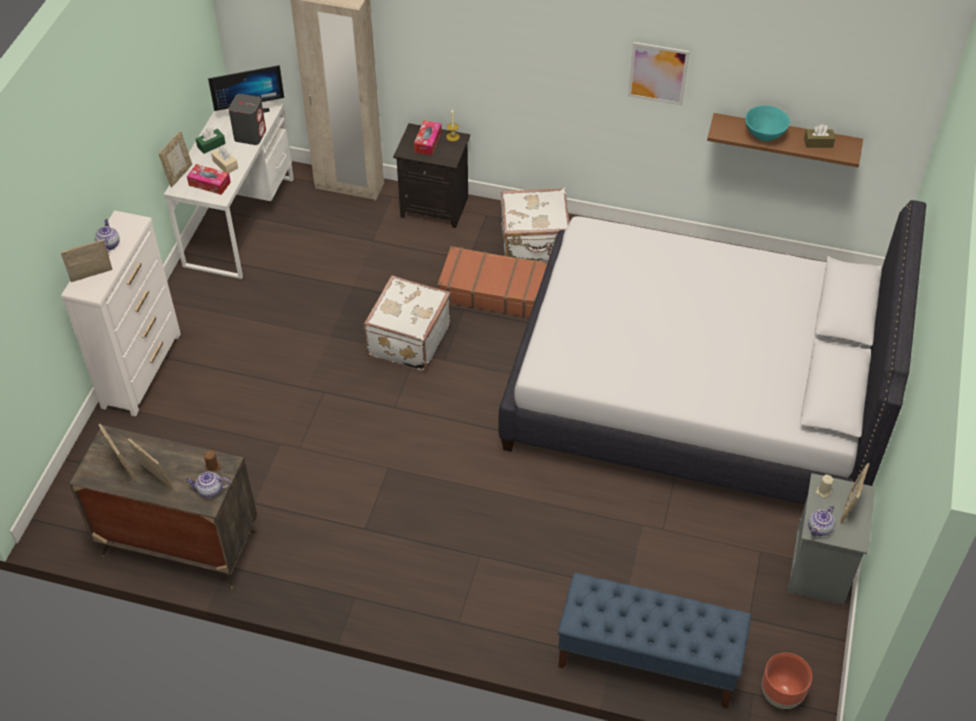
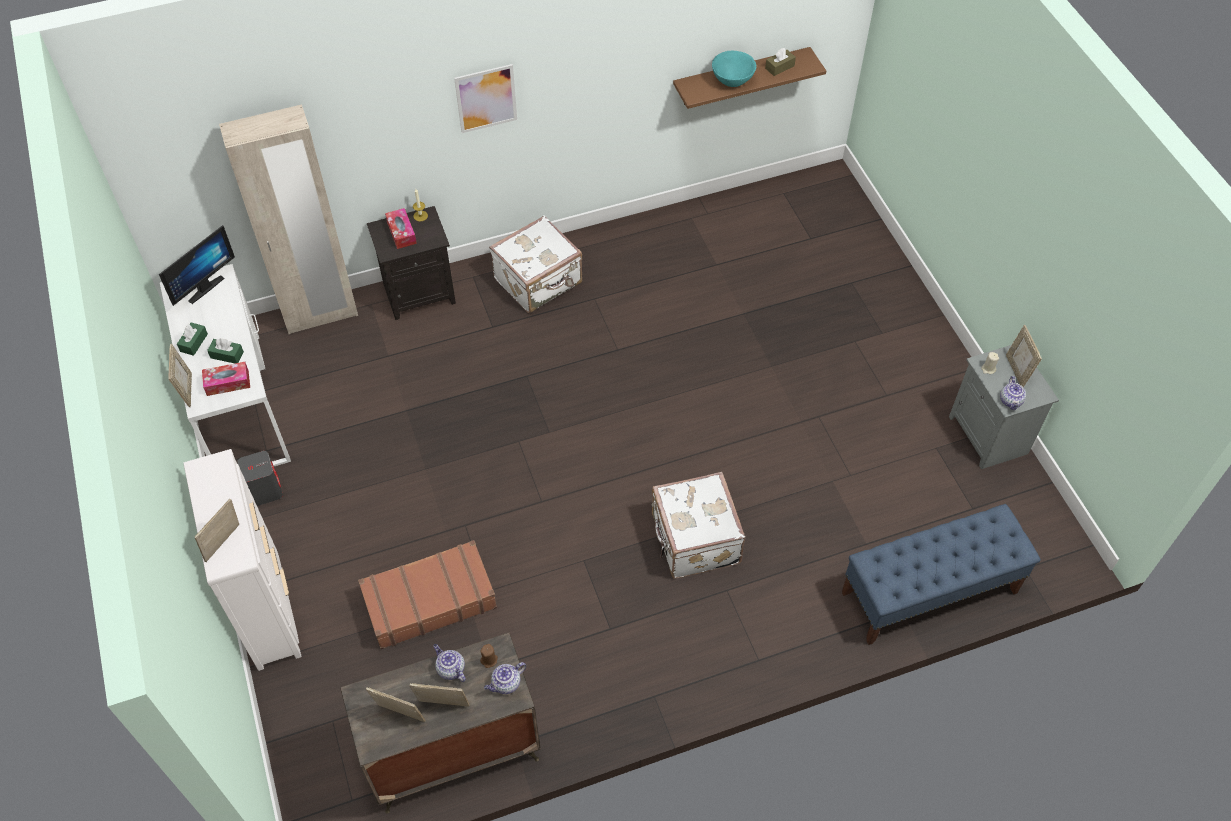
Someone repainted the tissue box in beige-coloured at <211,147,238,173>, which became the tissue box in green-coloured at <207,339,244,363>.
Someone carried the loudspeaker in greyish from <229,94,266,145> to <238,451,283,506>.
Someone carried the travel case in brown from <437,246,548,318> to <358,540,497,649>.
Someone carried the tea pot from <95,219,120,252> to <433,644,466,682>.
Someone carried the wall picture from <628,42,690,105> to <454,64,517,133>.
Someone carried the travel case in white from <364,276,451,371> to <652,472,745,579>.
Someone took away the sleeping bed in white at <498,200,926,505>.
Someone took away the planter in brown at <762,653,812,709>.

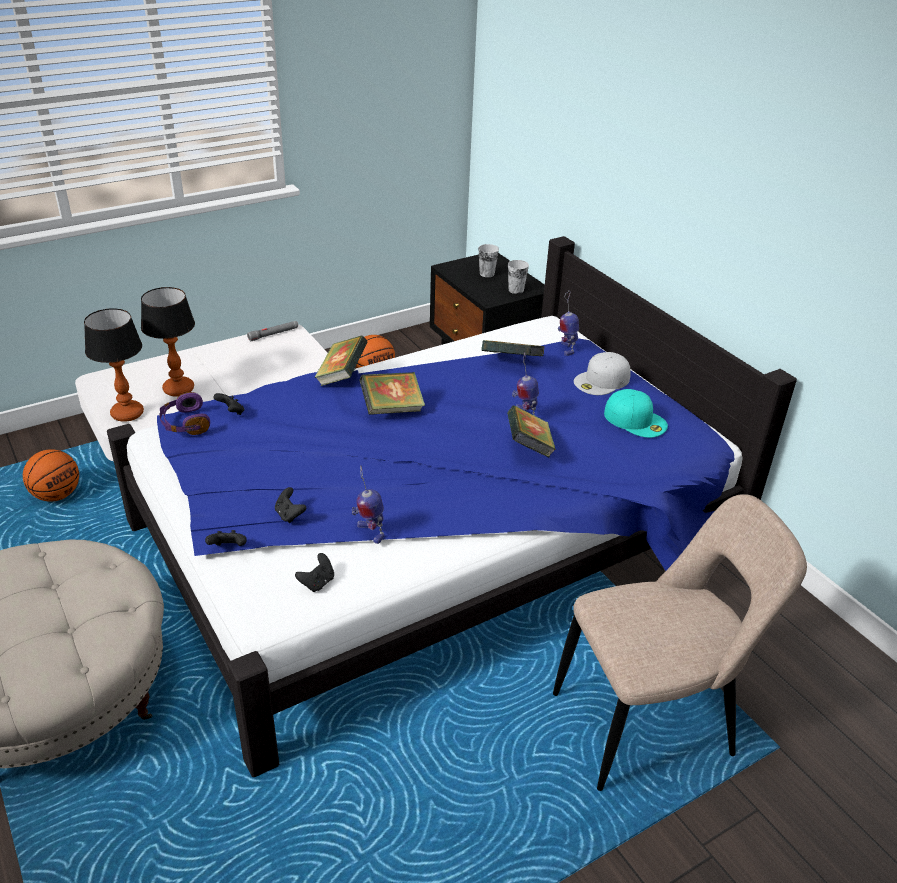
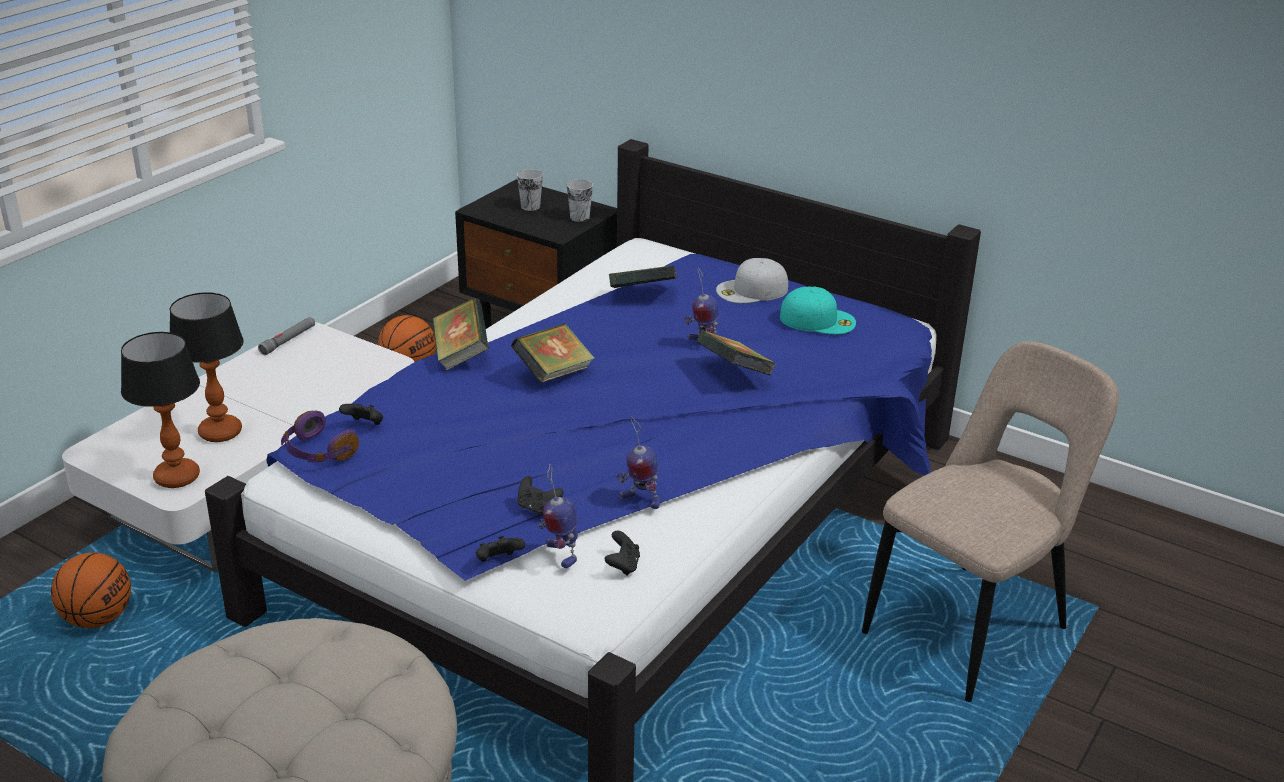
Someone carried the robot figure from <558,290,579,356> to <539,464,578,568>.
Someone rotated the baseball cap in white at <574,352,631,395> by 45 degrees clockwise.

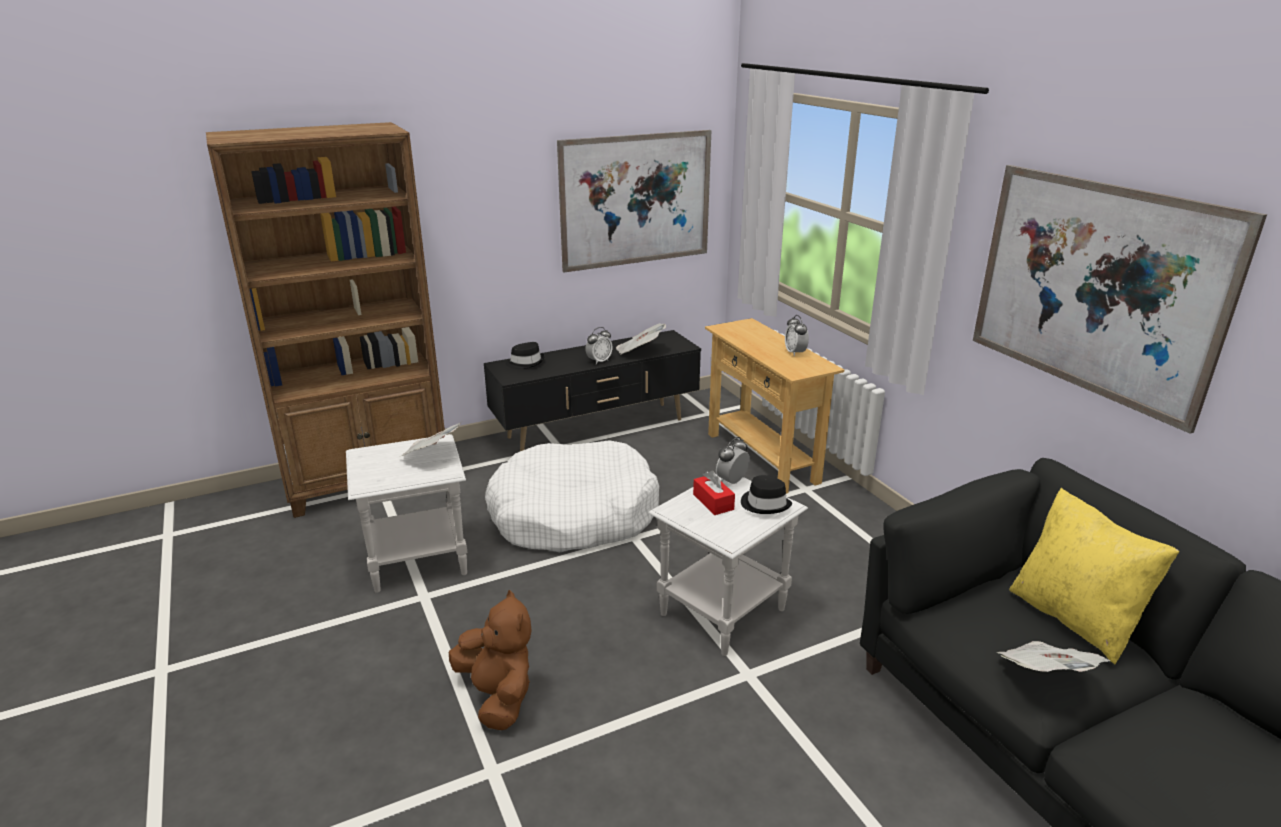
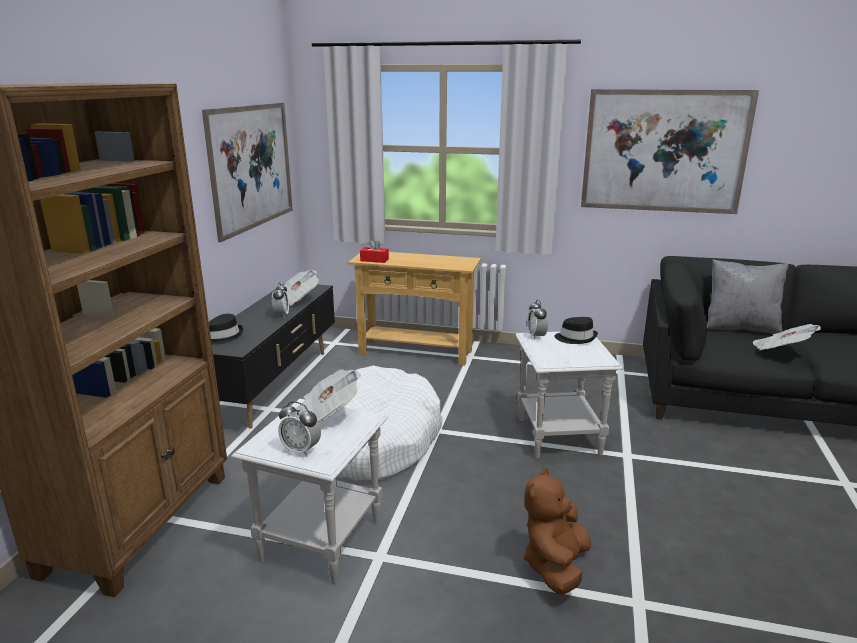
Someone carried the alarm clock from <785,315,809,356> to <278,401,321,457>.
Someone carried the tissue box in red from <693,470,735,515> to <360,239,389,263>.
Someone rotated the soft toy in brown at <449,590,532,730> by 75 degrees counterclockwise.
Someone repainted the pillow in yellow-coloured at <1009,488,1179,665>, which became the pillow in greyish at <707,259,788,333>.

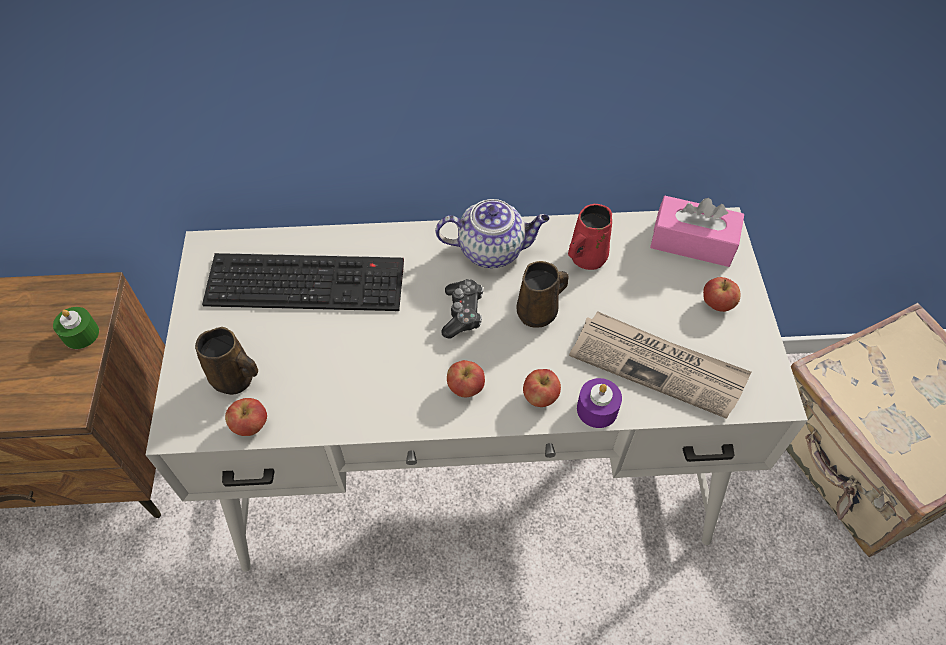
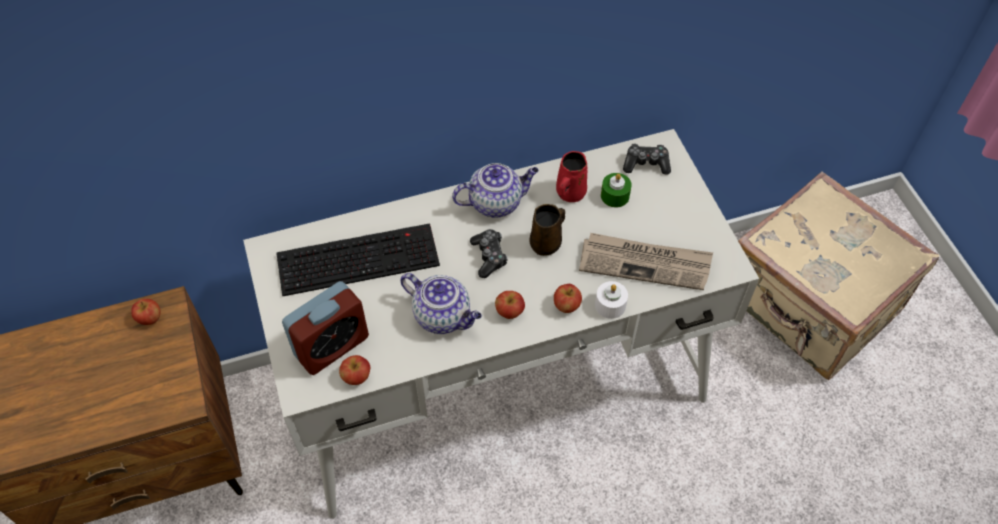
Someone carried the apple from <703,277,740,312> to <131,299,160,325>.
Someone swapped the coffee mug in brown at <195,327,258,395> for the alarm clock at <282,281,369,375>.
Someone put down the tea pot at <401,273,482,334>.
Someone repainted the wax candle in purplish at <577,378,622,428>, which became the wax candle in white at <595,281,628,319>.
Someone carried the wax candle in green-coloured from <53,307,99,349> to <601,173,632,207>.
Someone swapped the tissue box in pinkish at <650,196,744,267> for the game controller at <623,143,671,175>.

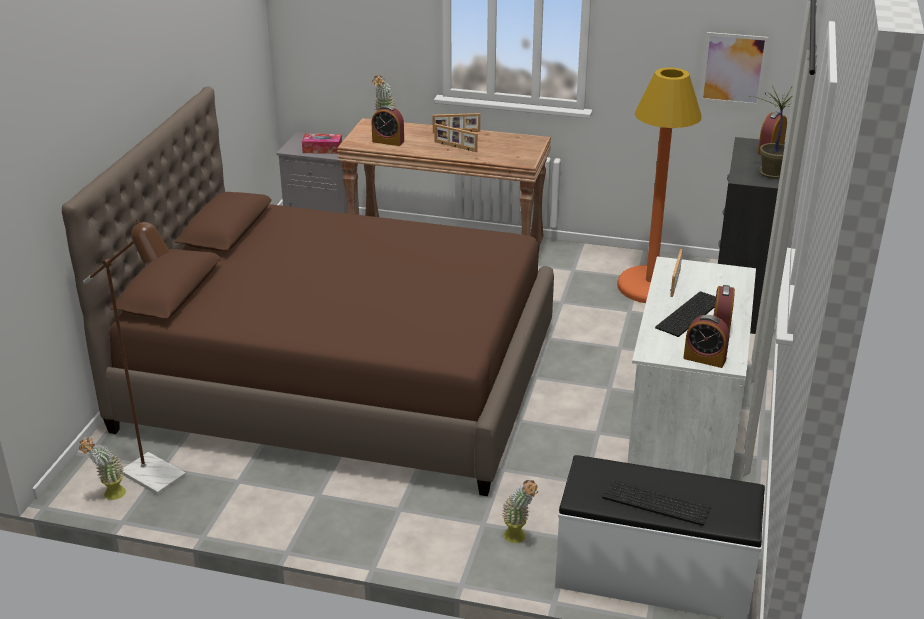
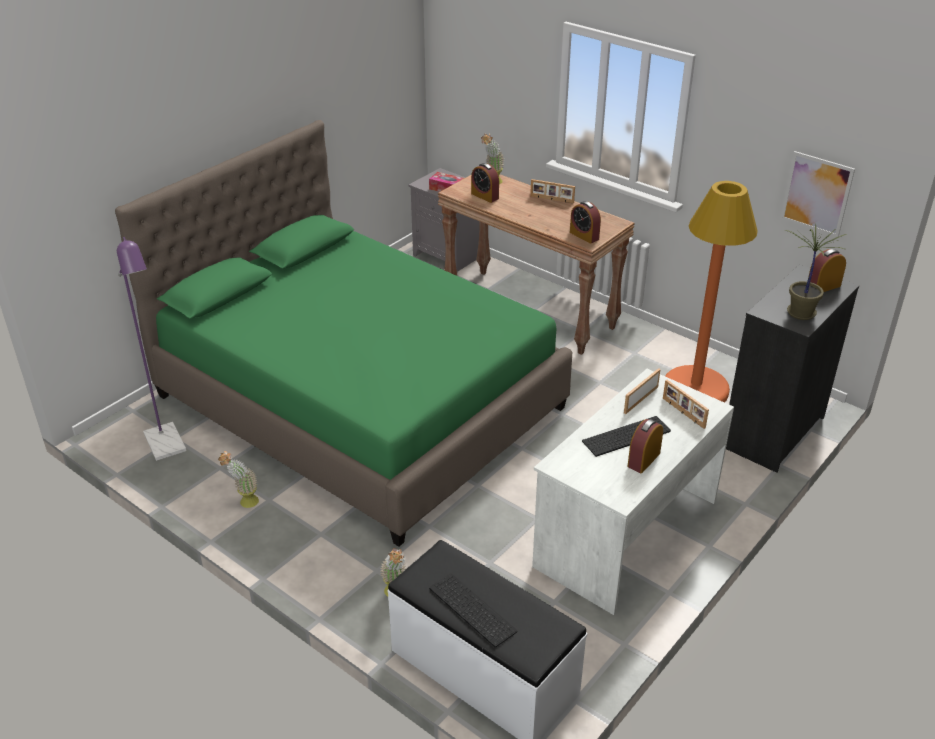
Someone repainted the sleeping bed in brown at <62,86,554,496>, which became the sleeping bed in green-coloured at <115,120,572,547>.
Someone repainted the standard lamp in brown at <83,219,186,495>, which became the standard lamp in purplish at <117,237,187,461>.
Someone carried the potted plant from <79,437,126,500> to <218,451,259,508>.
Someone carried the alarm clock from <683,315,729,368> to <570,201,601,244>.
Someone carried the standing frame from <434,123,478,152> to <663,380,709,429>.

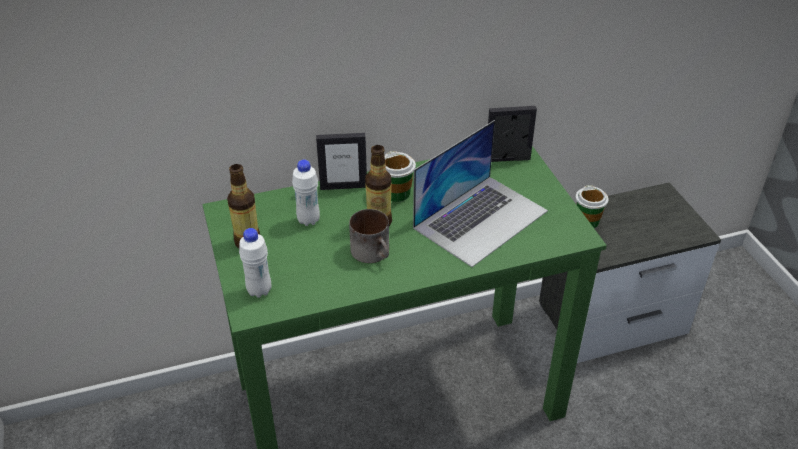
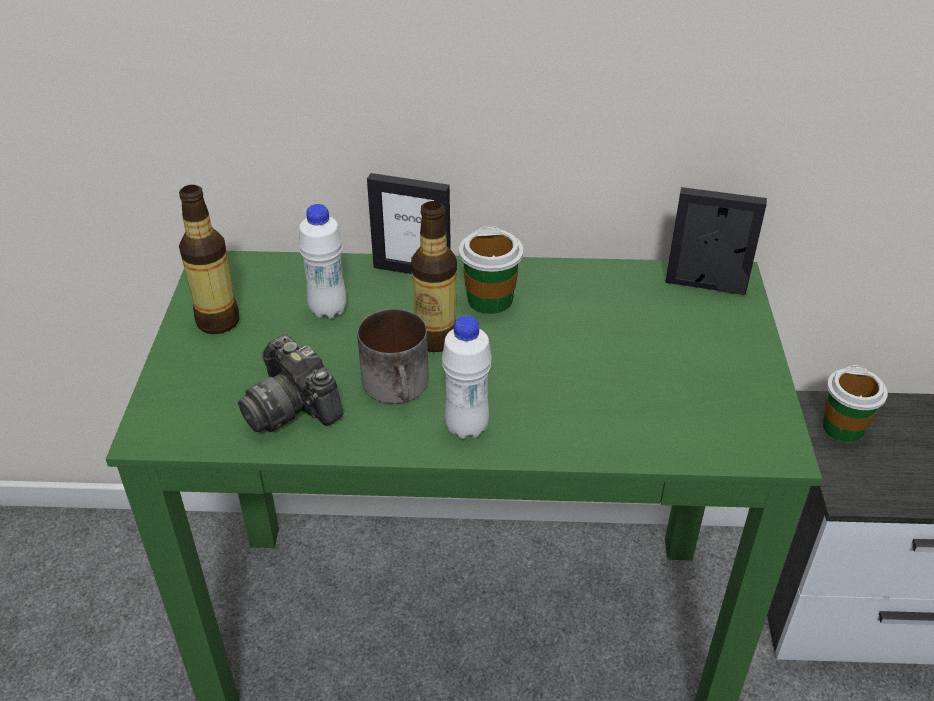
Someone put down the photo camera at <238,334,343,432>.
Someone carried the bottle in white from <239,228,271,298> to <442,316,492,439>.
Someone took away the portable computer at <413,120,548,267>.

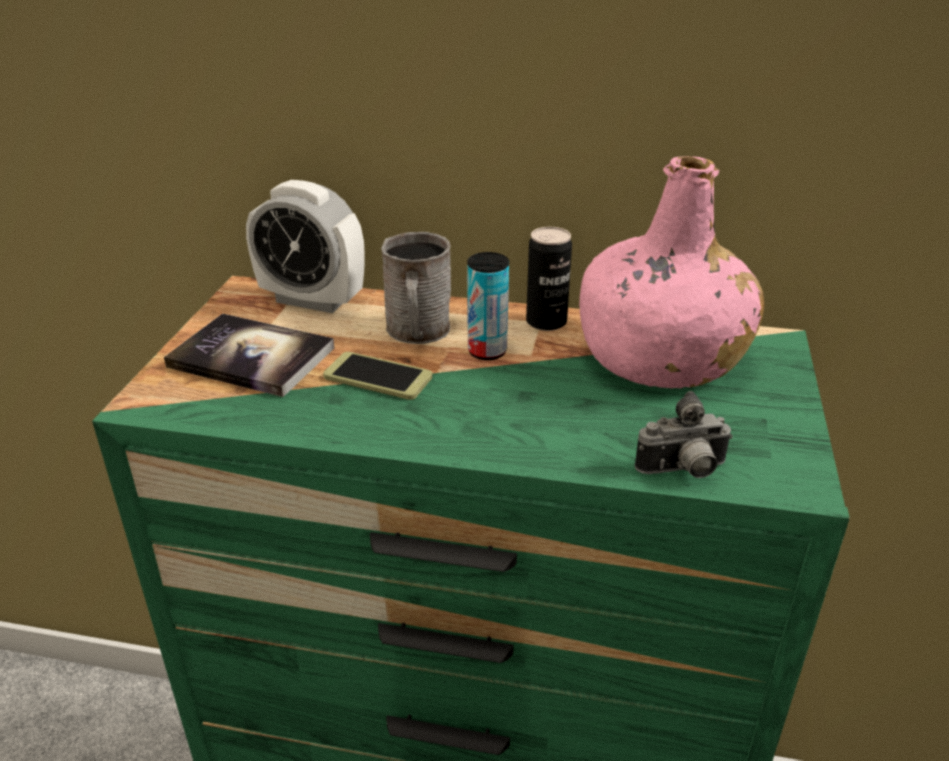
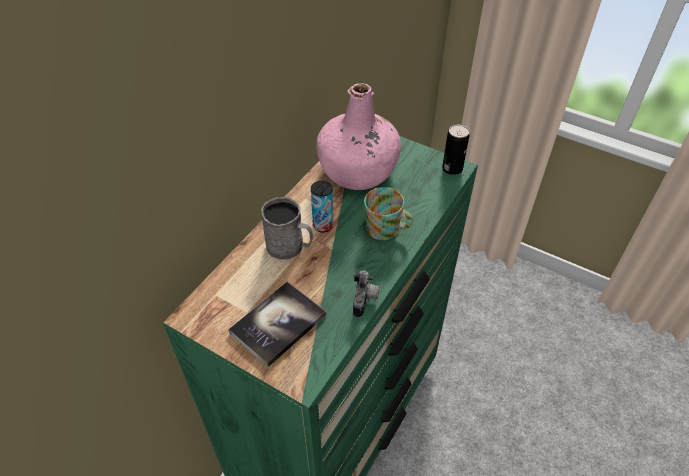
Someone carried the photo camera from <635,391,733,478> to <353,270,379,318>.
Someone put down the coffee mug at <364,187,413,240>.
Someone carried the metal can from <526,227,572,331> to <442,125,470,175>.
Someone took away the alarm clock at <246,180,365,313>.
Someone took away the phone at <323,352,432,400>.

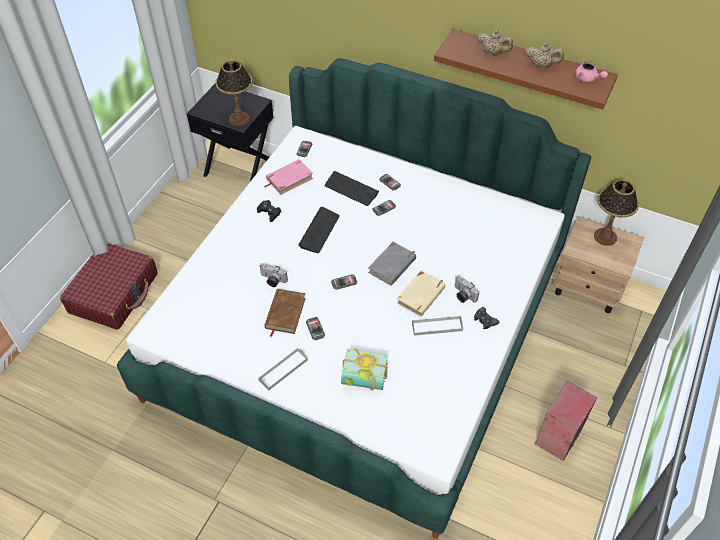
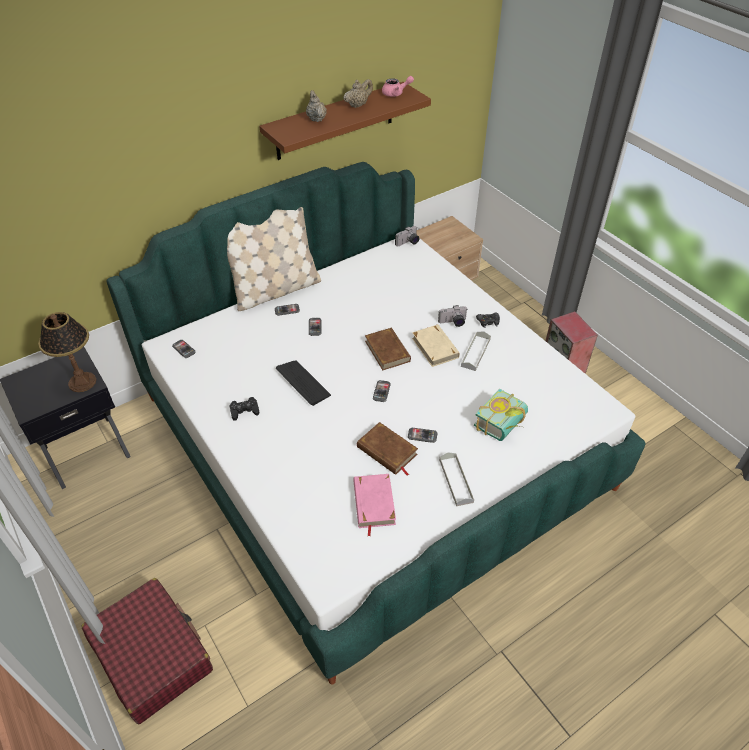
Someone put down the pillow in beige-coloured at <227,207,321,311>.
Someone rotated the tea pot in beige-coloured at <477,30,513,55> by 75 degrees counterclockwise.
Someone carried the volume in pinkish from <264,159,313,195> to <353,474,396,536>.
Someone repainted the volume in greyish at <368,242,416,286>, which became the volume in brown at <365,328,411,370>.
Someone carried the photo camera from <260,263,288,287> to <395,226,420,246>.
Someone took away the keyboard at <324,171,379,206>.
Someone took away the lamp for a table at <594,180,639,246>.

